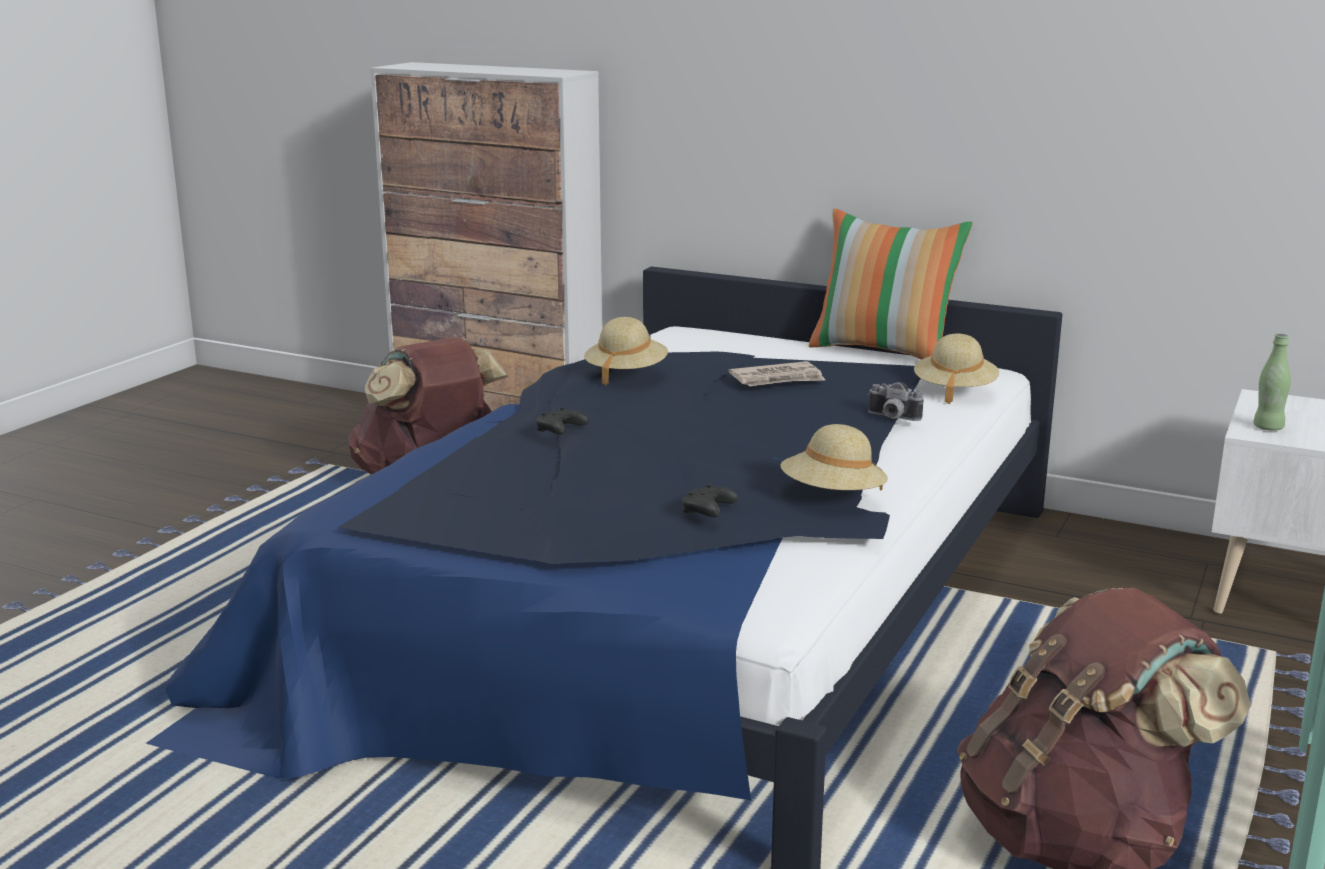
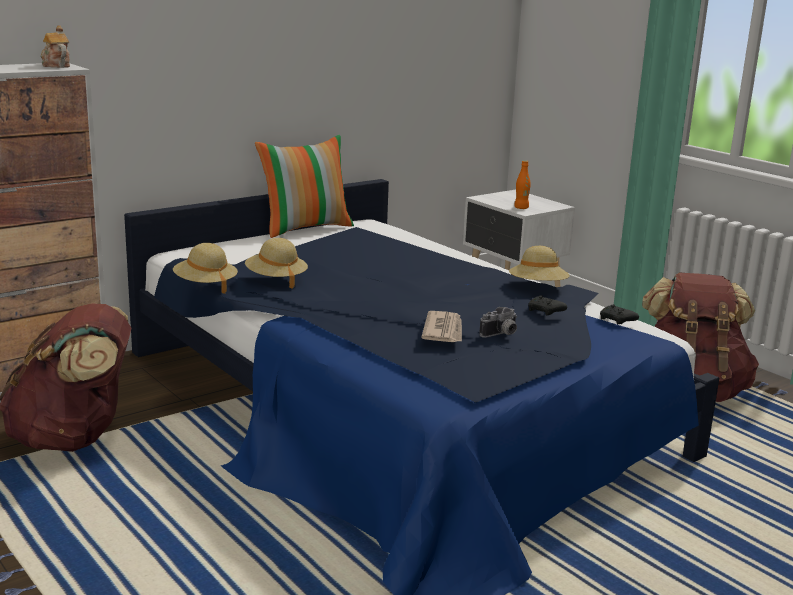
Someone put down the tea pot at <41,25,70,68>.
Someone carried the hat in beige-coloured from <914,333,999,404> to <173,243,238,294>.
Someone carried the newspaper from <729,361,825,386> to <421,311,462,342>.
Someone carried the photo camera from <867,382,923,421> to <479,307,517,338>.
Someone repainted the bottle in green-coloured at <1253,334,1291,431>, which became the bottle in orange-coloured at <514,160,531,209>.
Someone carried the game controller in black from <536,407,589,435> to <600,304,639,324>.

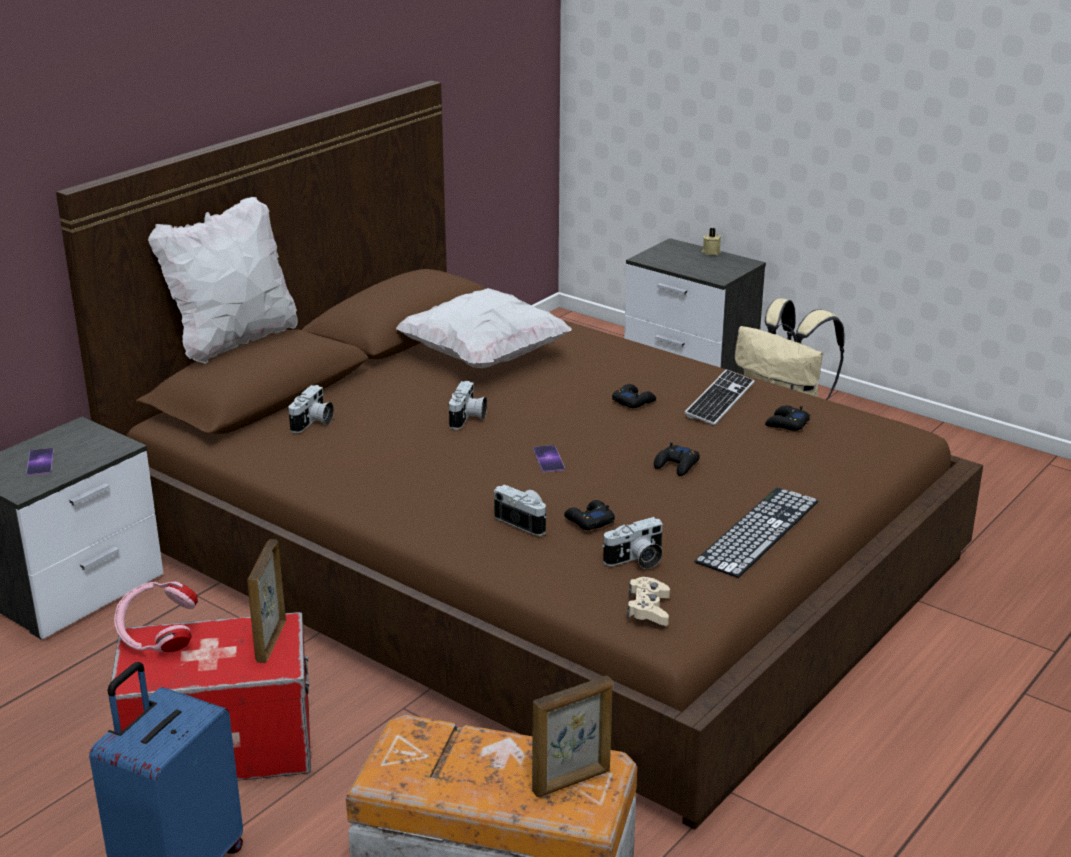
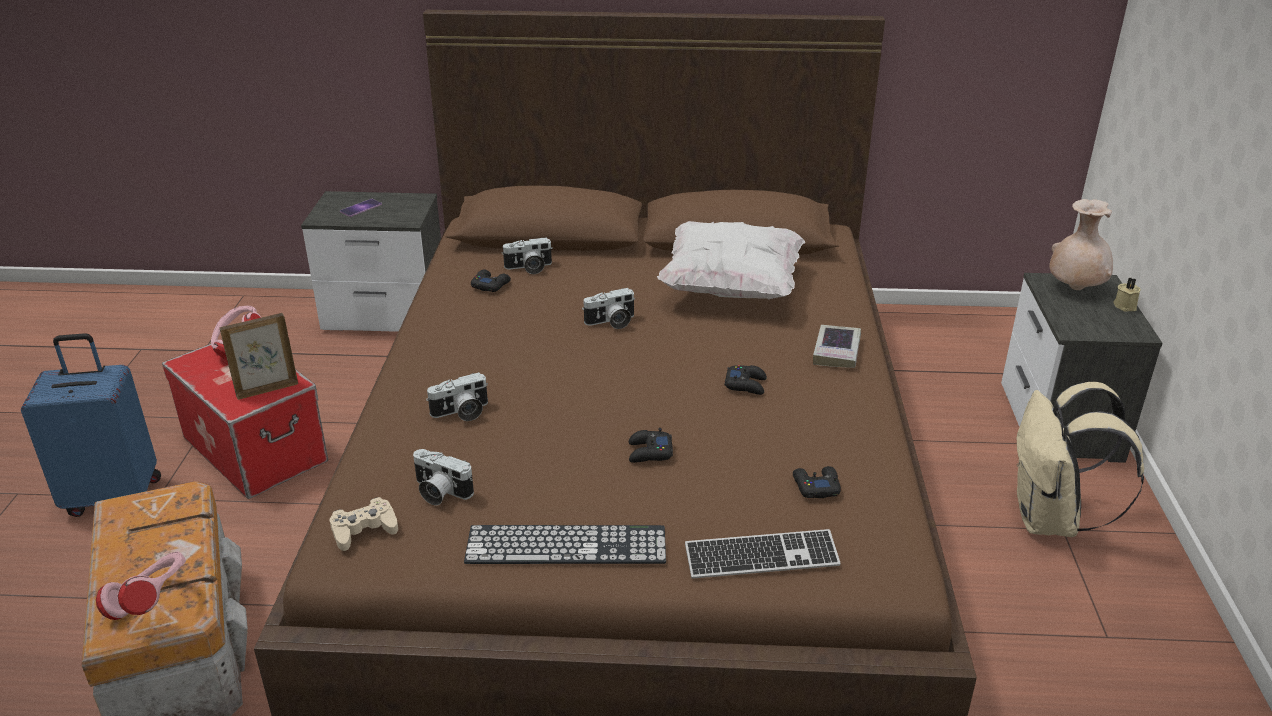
Someone swapped the standing frame at <532,675,613,797> for the headphones in pinkish at <96,551,186,620>.
Someone rotated the photo camera at <494,484,546,536> by 60 degrees clockwise.
Someone carried the game controller in black from <564,500,615,530> to <471,270,511,292>.
Someone carried the keyboard from <684,369,755,425> to <685,529,841,579>.
Someone put down the volume at <813,325,861,368>.
Someone put down the flower vase in beige-coloured at <1049,199,1113,290>.
Someone took away the pillow in white at <148,197,297,364>.
Someone took away the phone at <533,445,565,473>.

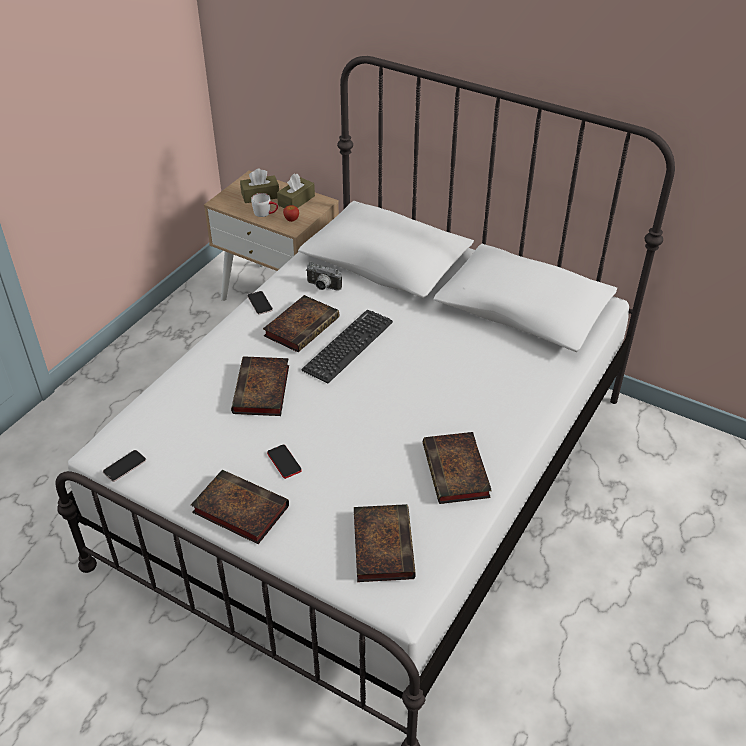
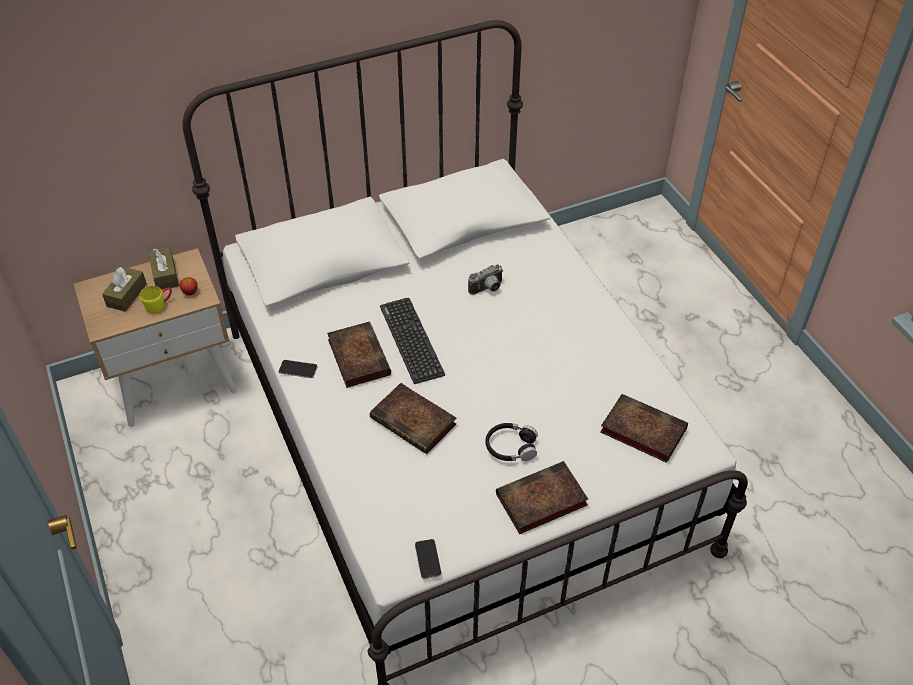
Someone repainted the coffee mug in white at <251,193,278,217>, which became the coffee mug in yellow-coloured at <140,286,172,314>.
Someone carried the photo camera from <306,262,342,291> to <468,264,503,295>.
Someone swapped the phone at <267,444,302,479> for the headphones in black at <485,423,538,461>.
Someone took away the volume at <423,432,492,504>.

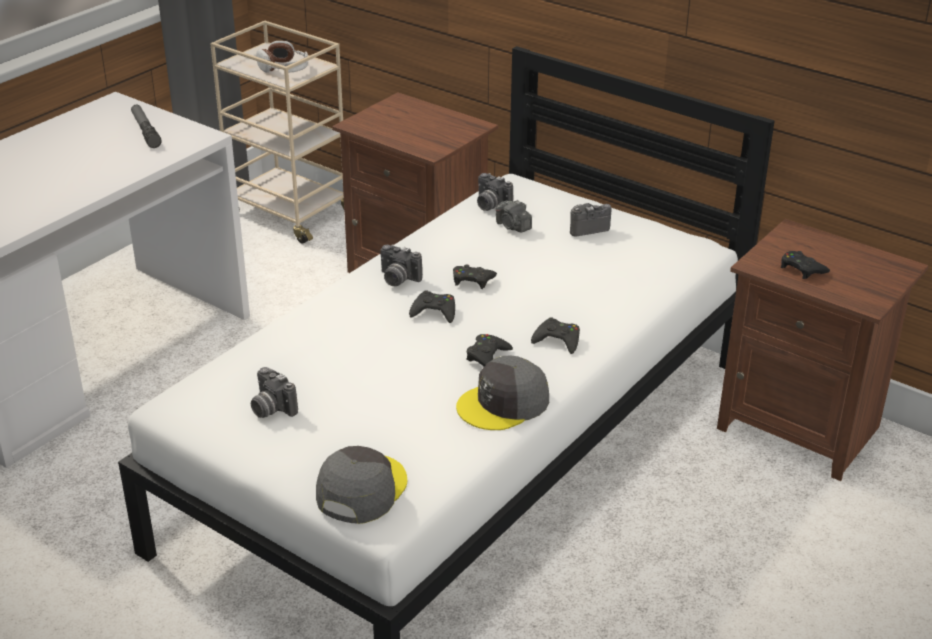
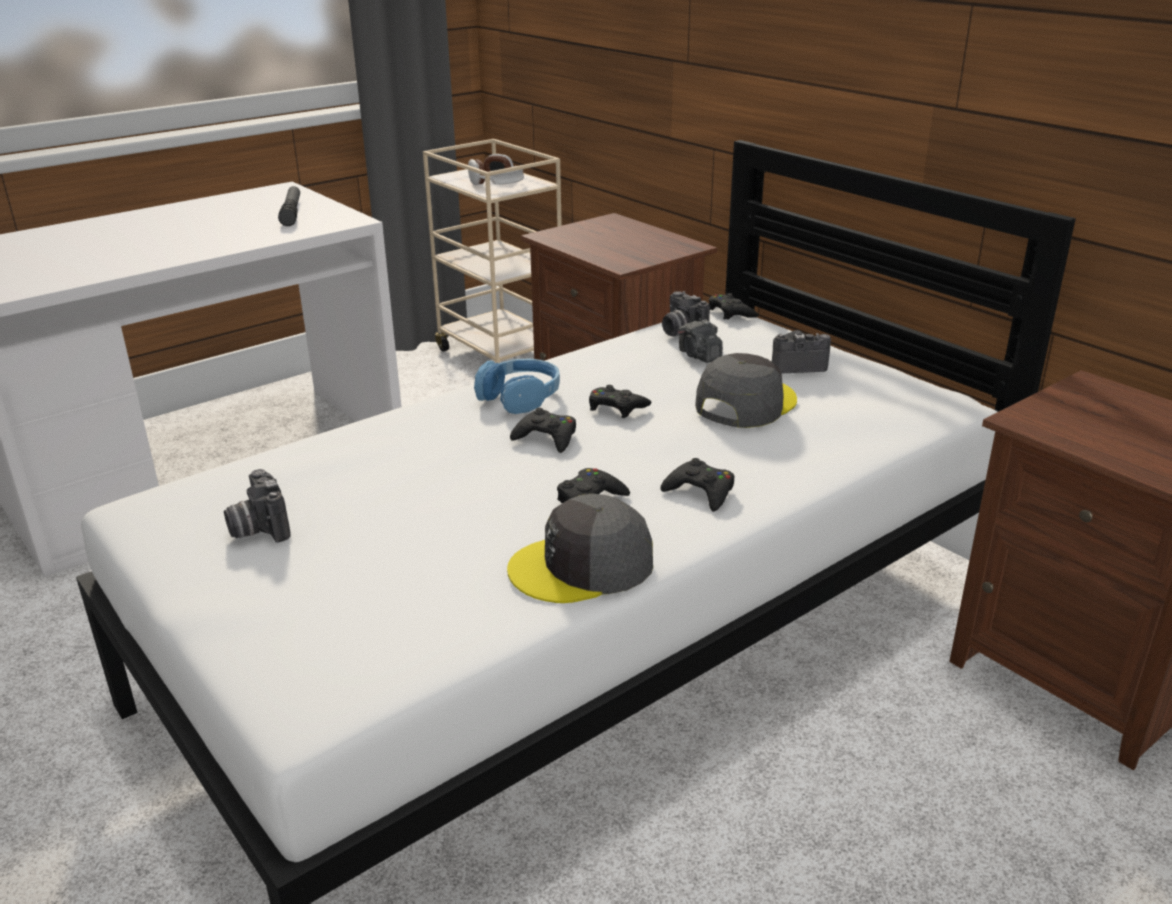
Someone swapped the photo camera at <380,244,423,286> for the headphones in blue-coloured at <474,359,560,414>.
Someone carried the baseball cap in greyish from <316,446,407,524> to <695,353,797,428>.
Someone carried the game controller in black from <781,251,830,279> to <709,293,759,320>.

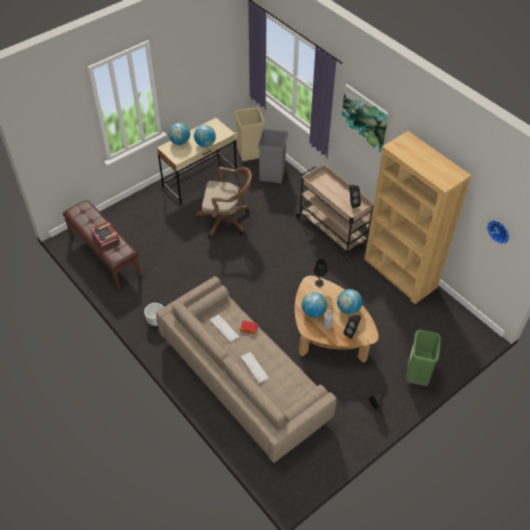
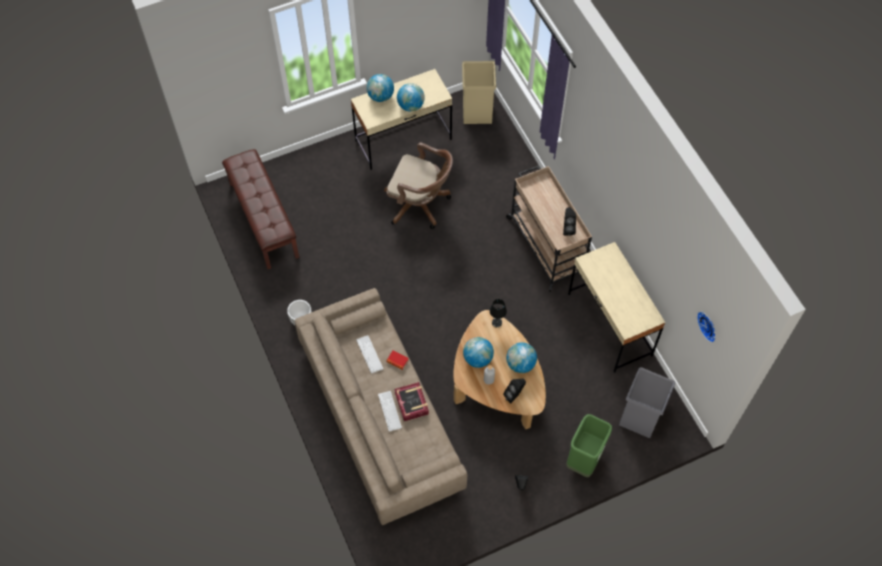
Someone carried the volume from <90,221,119,249> to <394,382,429,421>.
Someone swapped the bookshelf in brown at <364,131,471,304> for the desk in beige-coloured at <568,242,666,373>.
Someone carried the waste bin in greyish from <258,128,288,183> to <619,367,675,438>.
Someone took away the wall picture at <341,84,389,153>.

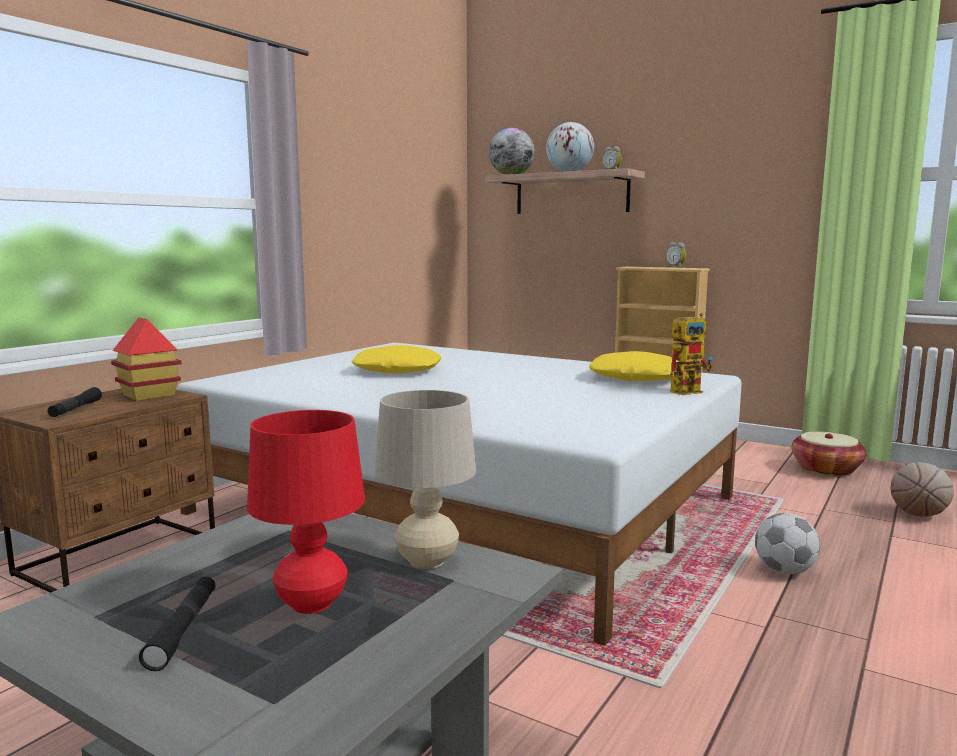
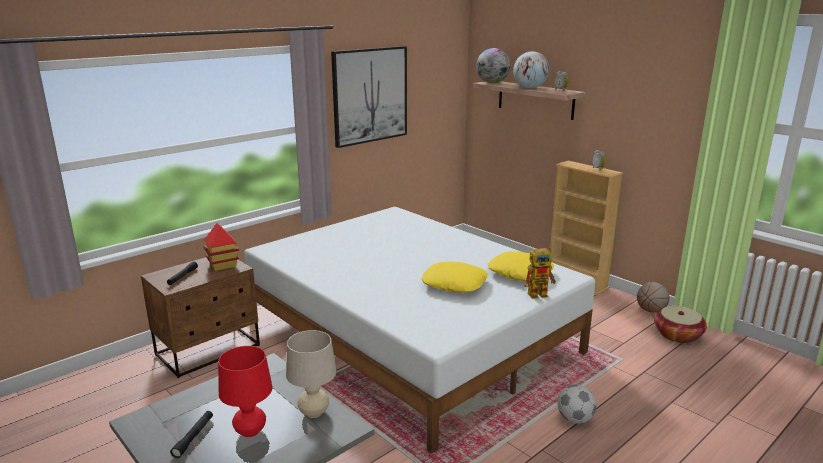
Someone put up the wall picture at <331,46,407,148>.
Someone carried the pillow in yellow-coloured from <352,345,441,374> to <421,261,488,293>.
Someone carried the basketball ball from <890,462,954,517> to <637,282,669,312>.

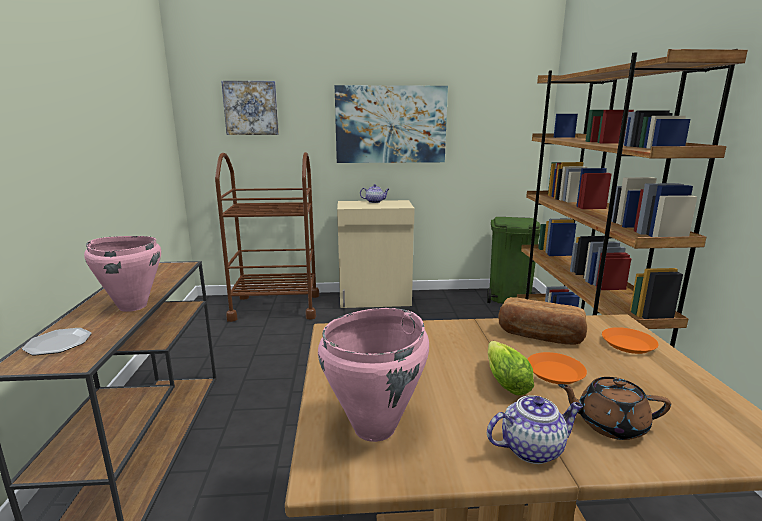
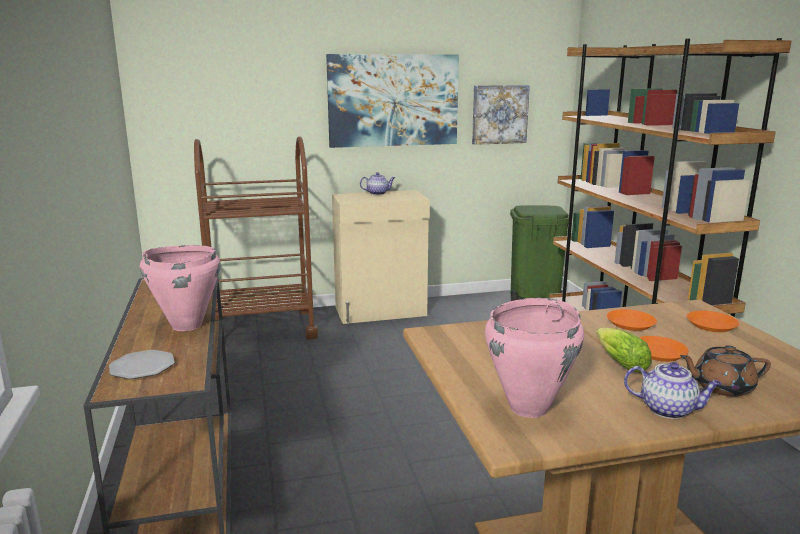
Someone carried the wall picture from <221,81,279,135> to <472,85,530,145>.
Someone swapped the bakery bread at <499,297,587,345> for the dinner plate in orange-coloured at <607,309,657,331>.
Someone rotated the tea pot at <487,395,583,464> by 45 degrees clockwise.

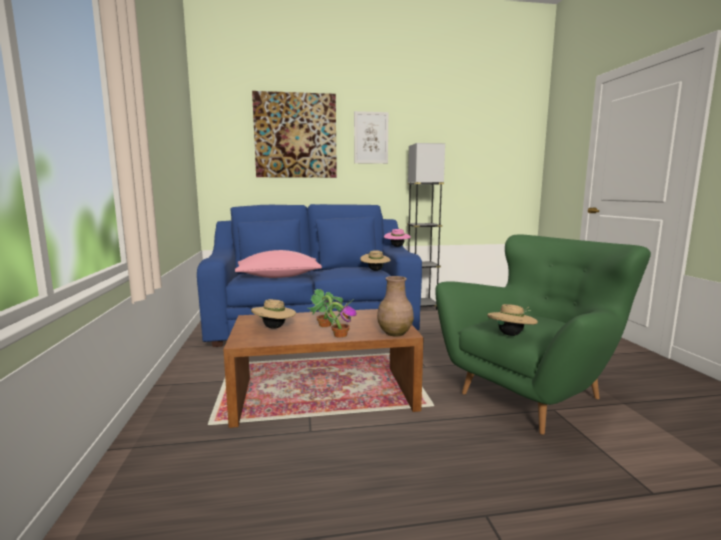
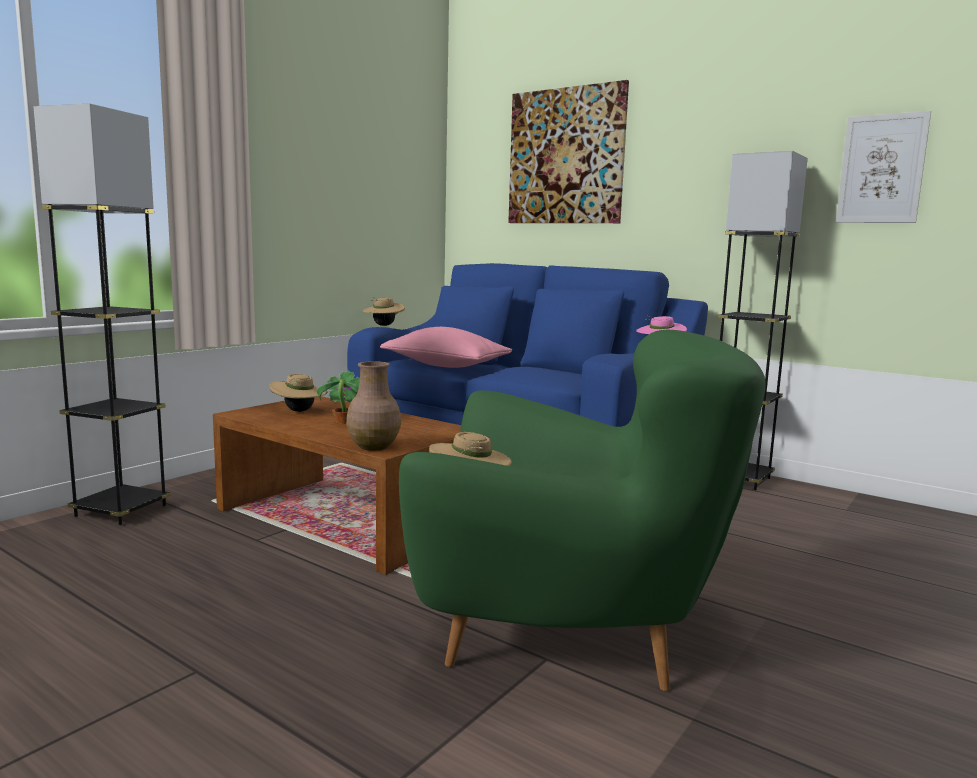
Someone put down the standard lamp in greyish at <33,104,171,525>.
Someone carried the hat in beige-coloured from <360,250,391,271> to <362,297,405,326>.
Someone carried the wall picture from <354,111,388,164> to <836,111,931,223>.
Someone took away the potted plant at <326,299,357,338>.

